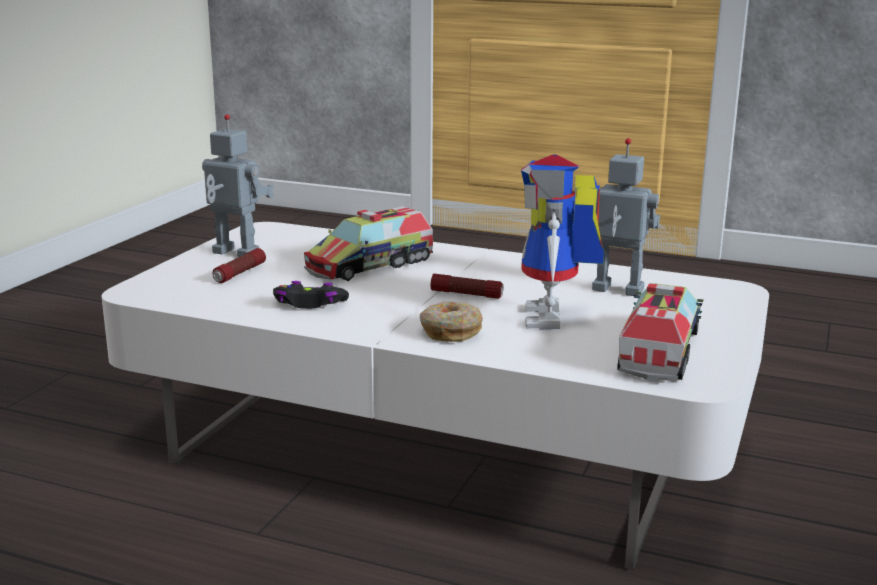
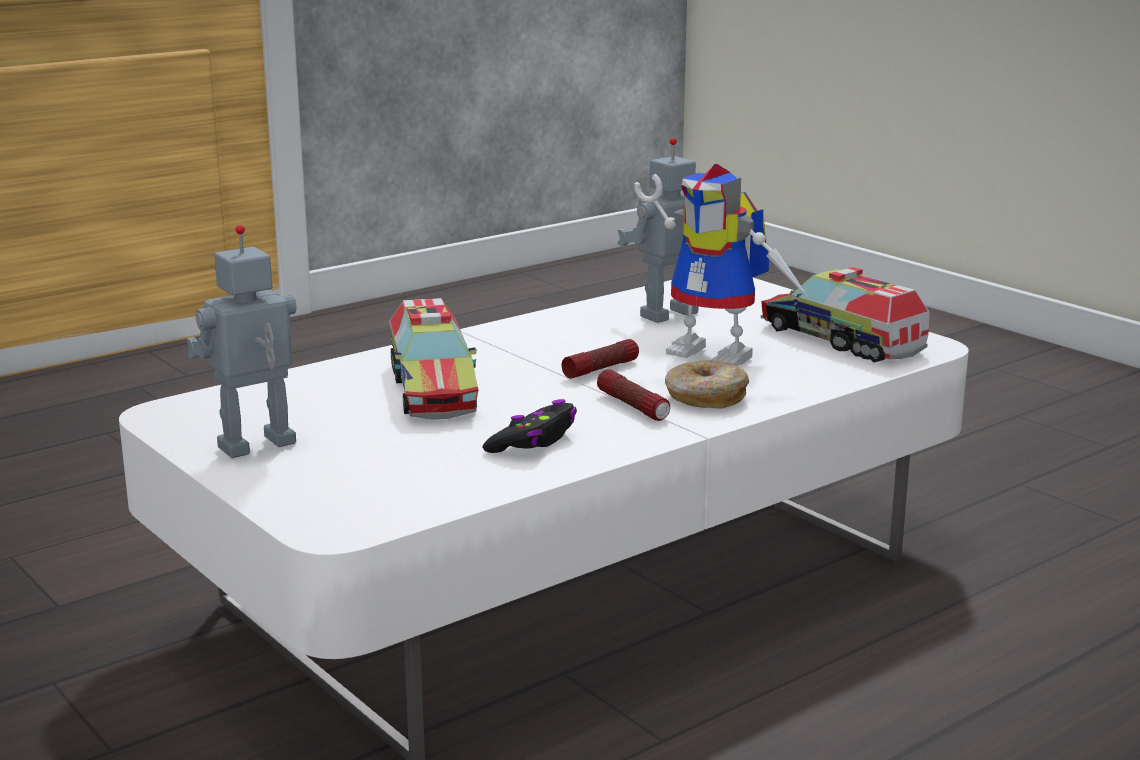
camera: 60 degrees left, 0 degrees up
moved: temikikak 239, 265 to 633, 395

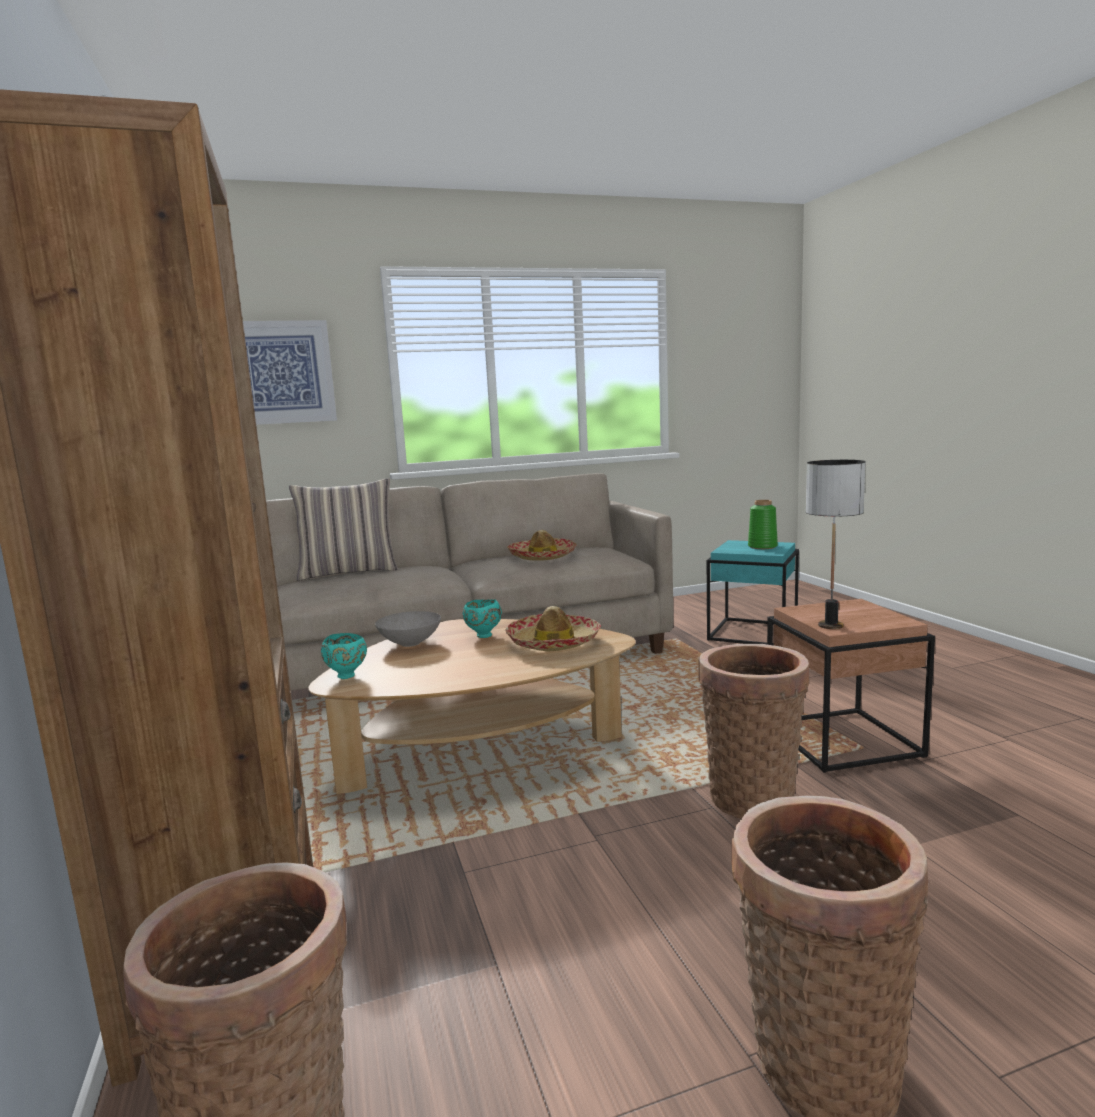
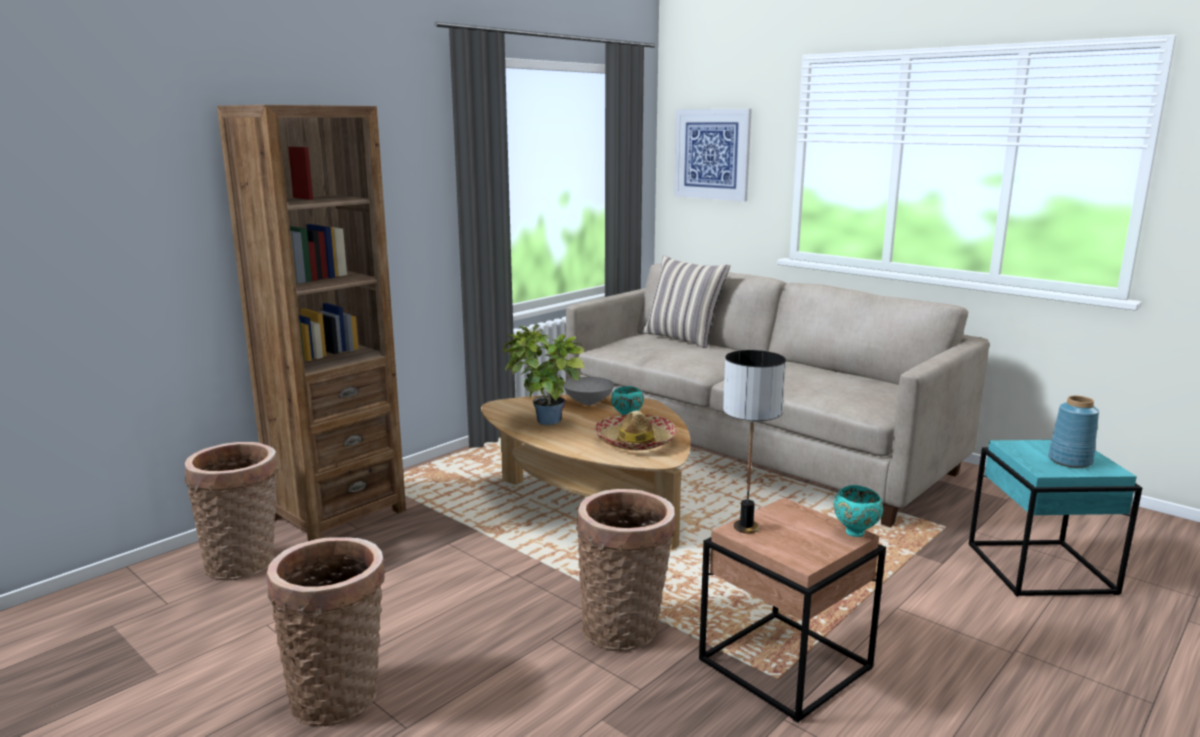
camera: 60 degrees right, 5 degrees up
removed: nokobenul 542, 545
added: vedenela 544, 375
moved: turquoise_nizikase 344, 656 to 858, 511
recoloured: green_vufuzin 763, 524 to blue_vufuzin 1073, 432

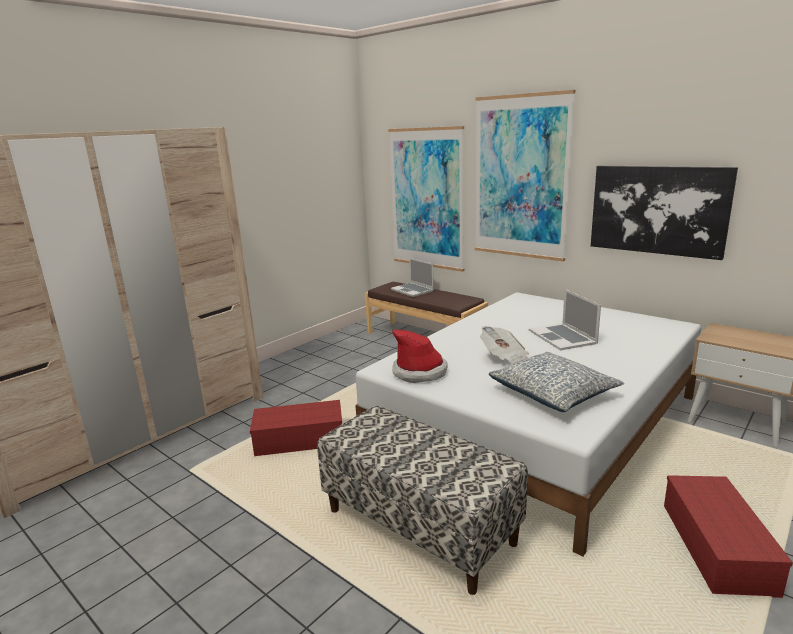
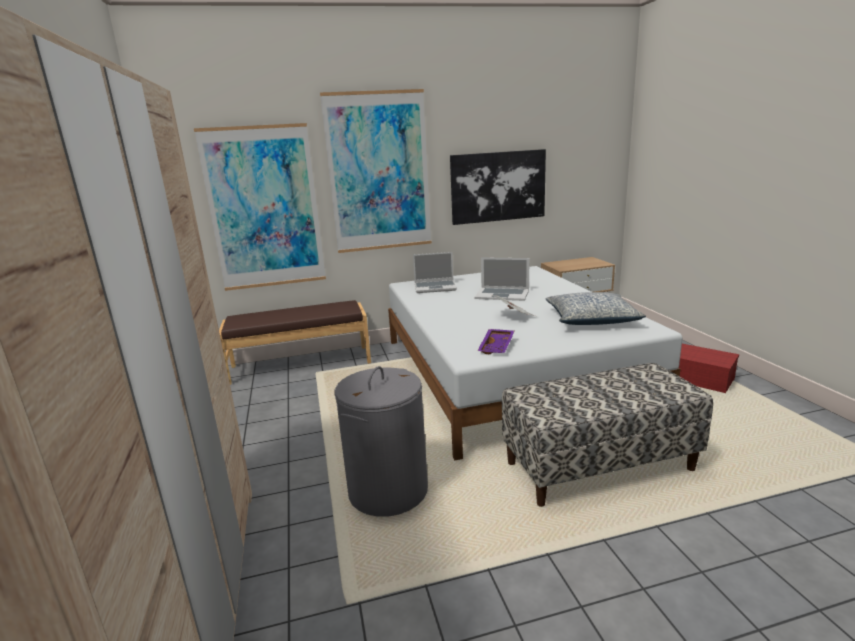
camera: 55 degrees left, 0 degrees up
moved: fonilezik 412, 277 to 435, 272
replaced: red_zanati 296, 428 to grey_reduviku 381, 441; nokobenul 420, 356 to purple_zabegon 495, 341

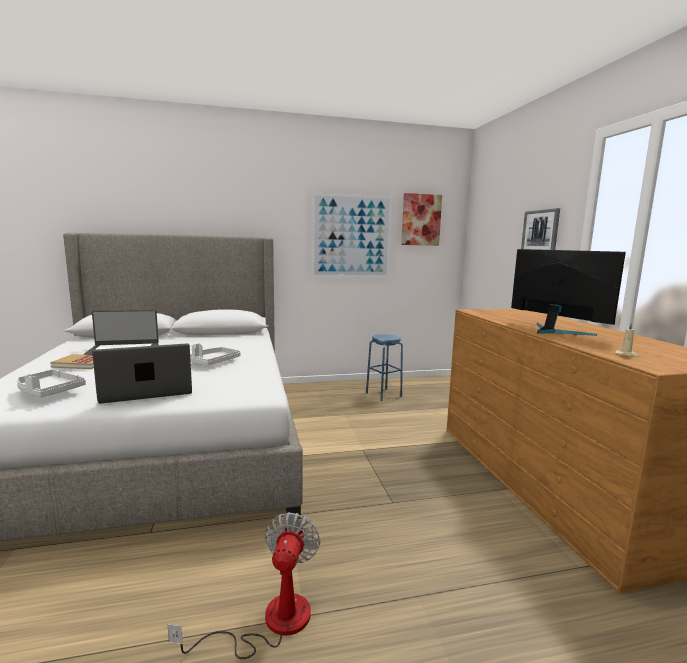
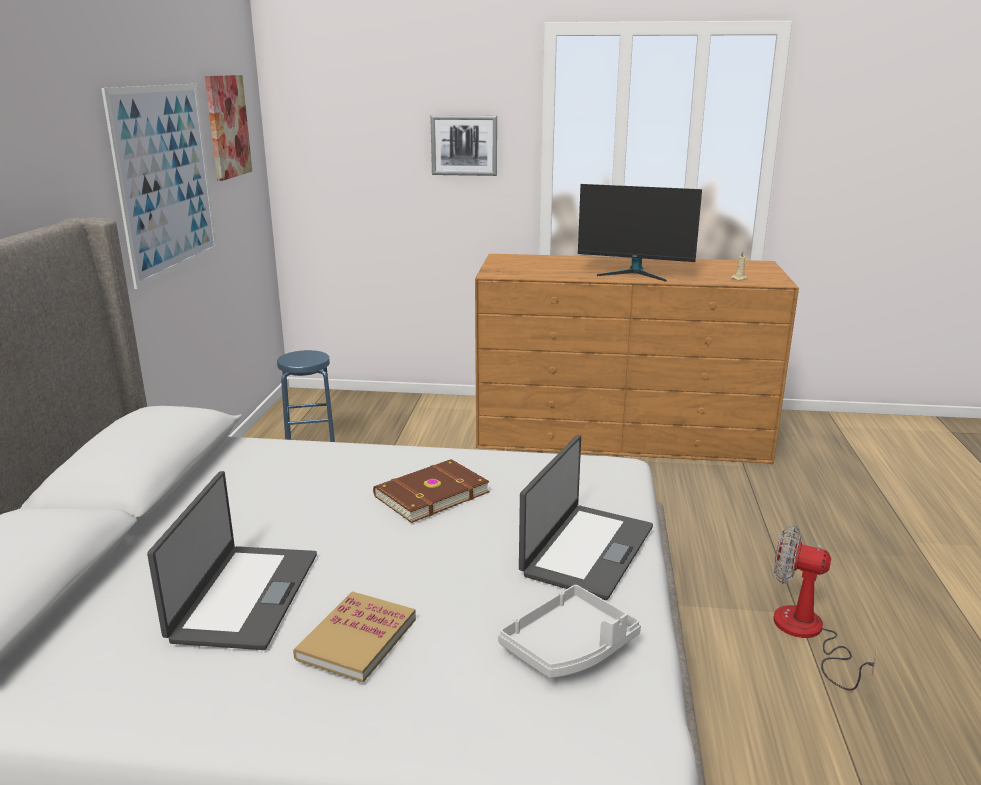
camera: 70 degrees left, 10 degrees up
replaced: grey_zabegon 215, 354 to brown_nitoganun 431, 491
turned: fonilezik 142, 373 = 586, 517 150 degrees counterclockwise; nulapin 568, 292 = 640, 233 150 degrees counterclockwise

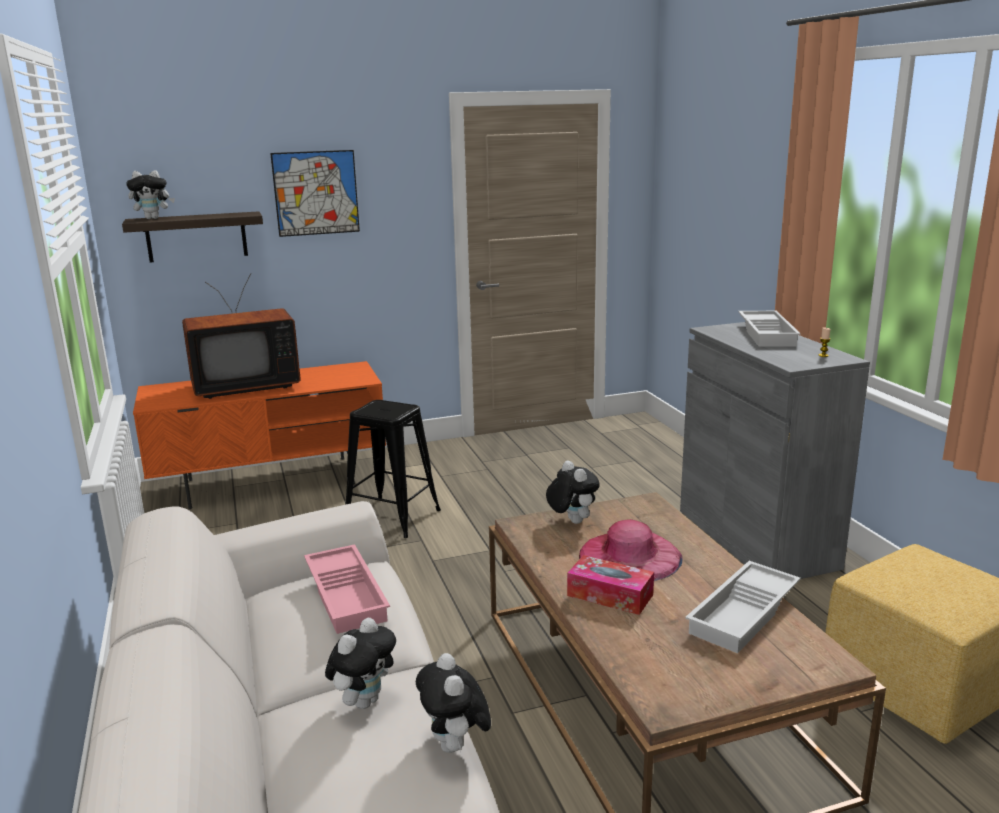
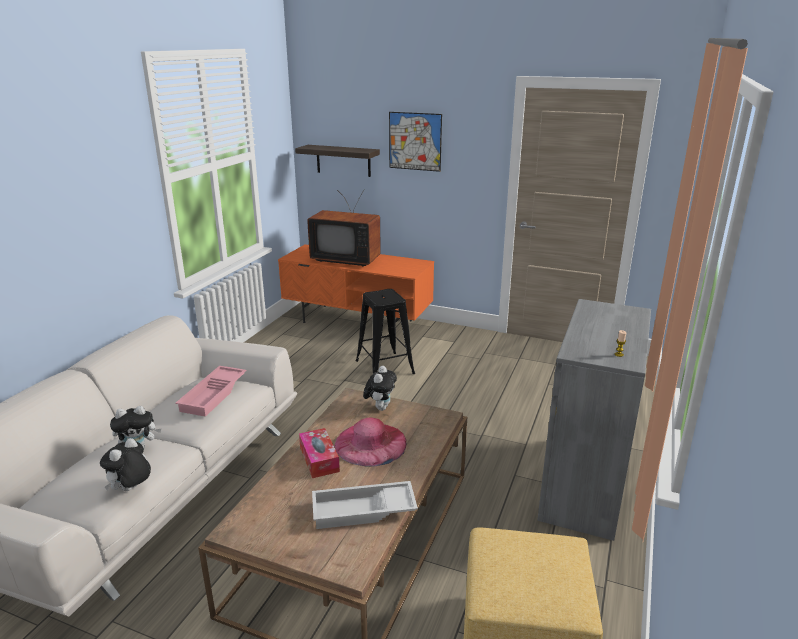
camera: 40 degrees right, 5 degrees up
removed: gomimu 150, 194; white_zabegon 769, 329

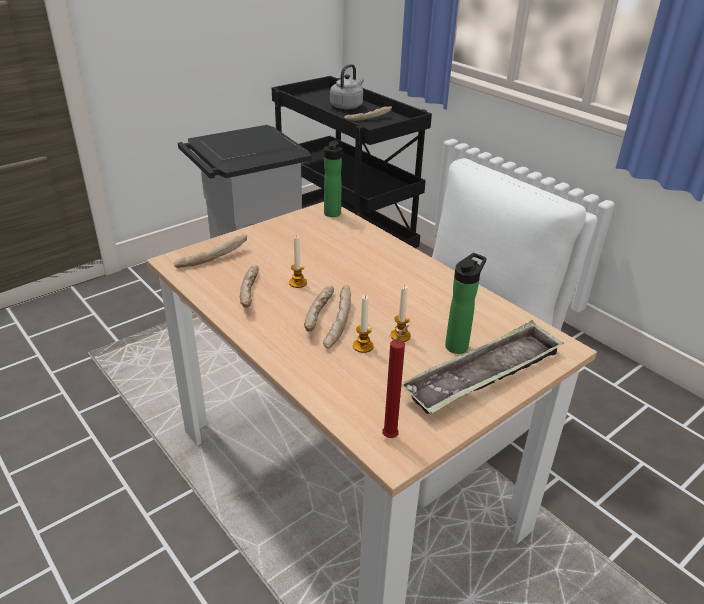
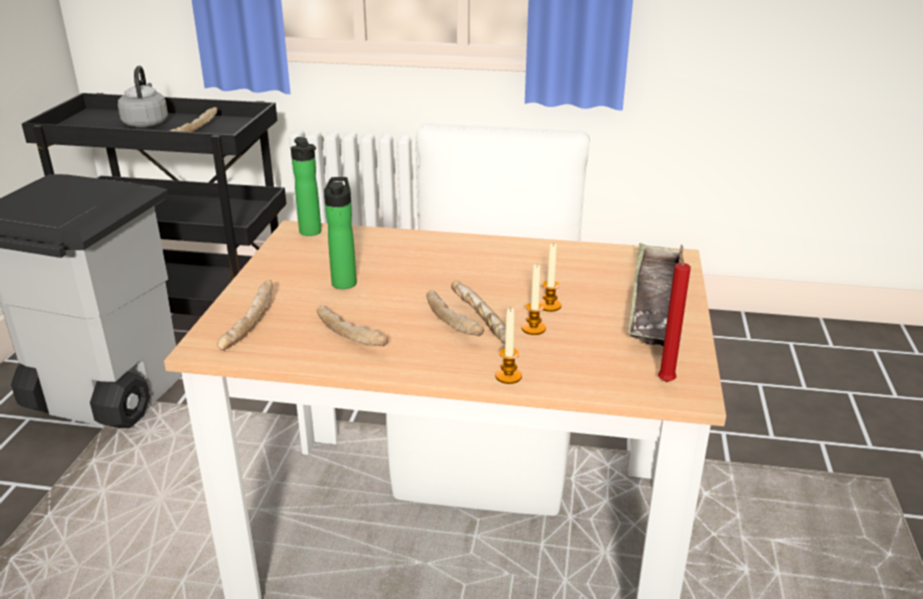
camera: 40 degrees left, 5 degrees down
moved: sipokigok 298, 261 to 508, 346; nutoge 466, 303 to 340, 233

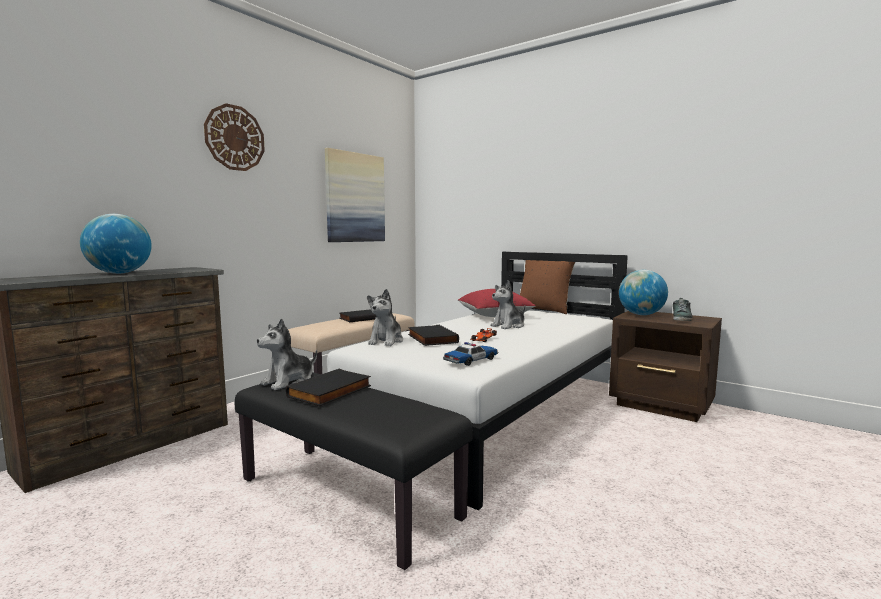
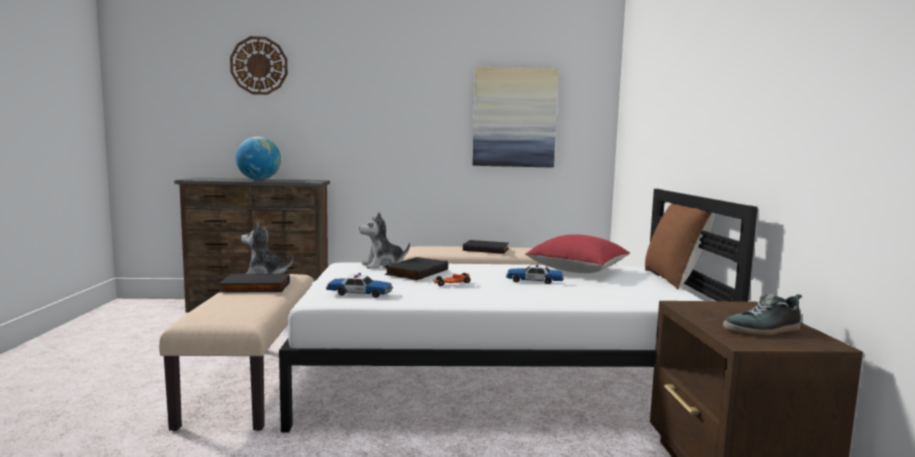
camera: 50 degrees right, 0 degrees up
removed: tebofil 643, 292
moved: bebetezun 234, 137 to 259, 65
replaced: gomimu 508, 304 to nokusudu 535, 273
recoloured: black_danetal 354, 471 to beige_danetal 236, 352

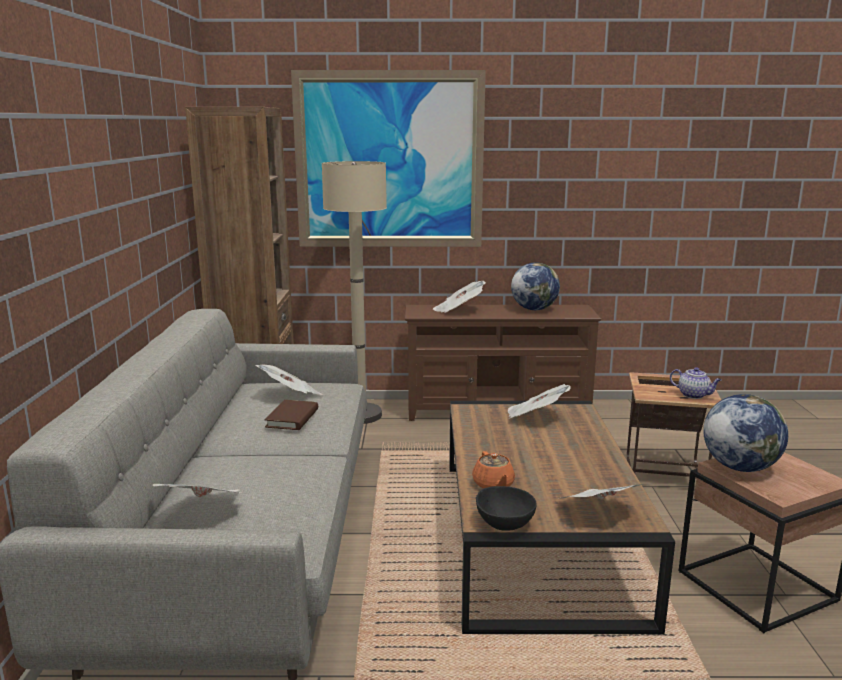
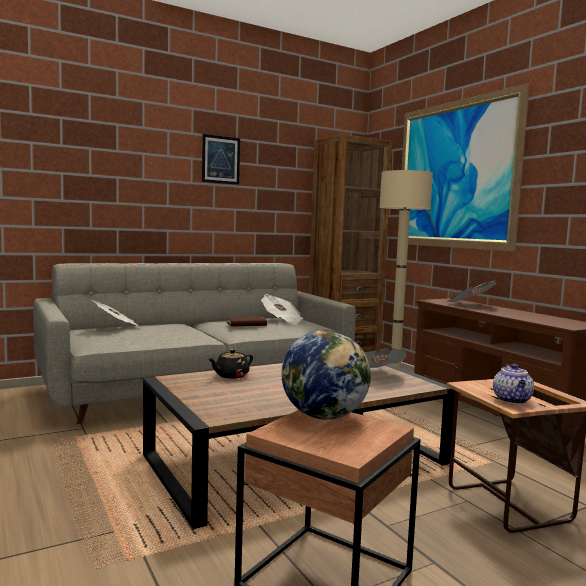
camera: 60 degrees right, 10 degrees down
removed: black_nizikase 506, 508; tebofil 535, 286; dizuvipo 603, 492
added: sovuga 221, 159
recoloured: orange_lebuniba 493, 470 to black_lebuniba 230, 364

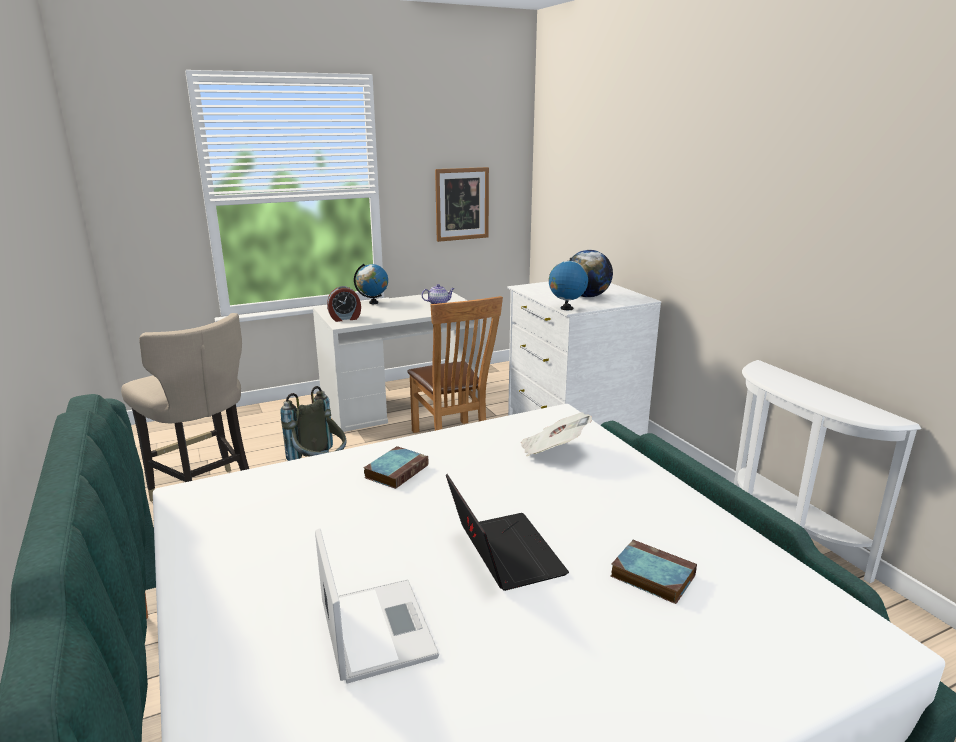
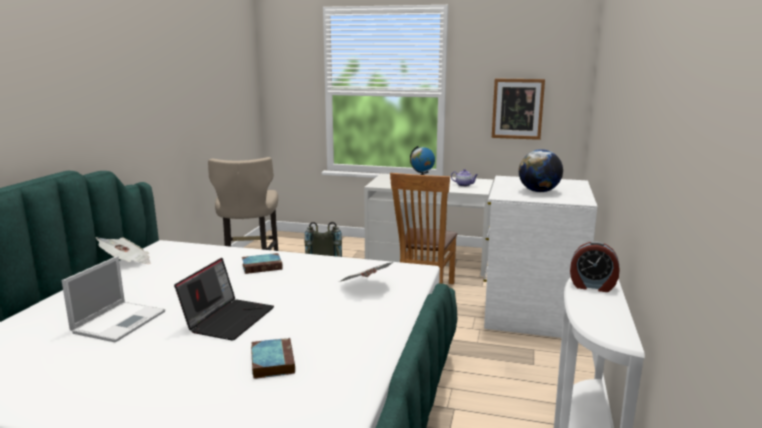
camera: 40 degrees right, 5 degrees down
removed: tebofil 568, 284
added: dizuvipo 123, 250
moved: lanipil 344, 304 to 595, 266

